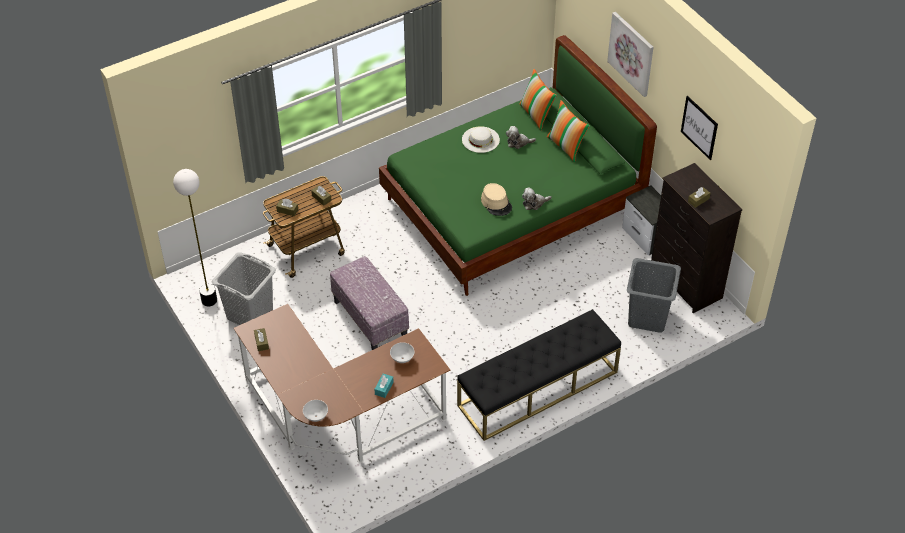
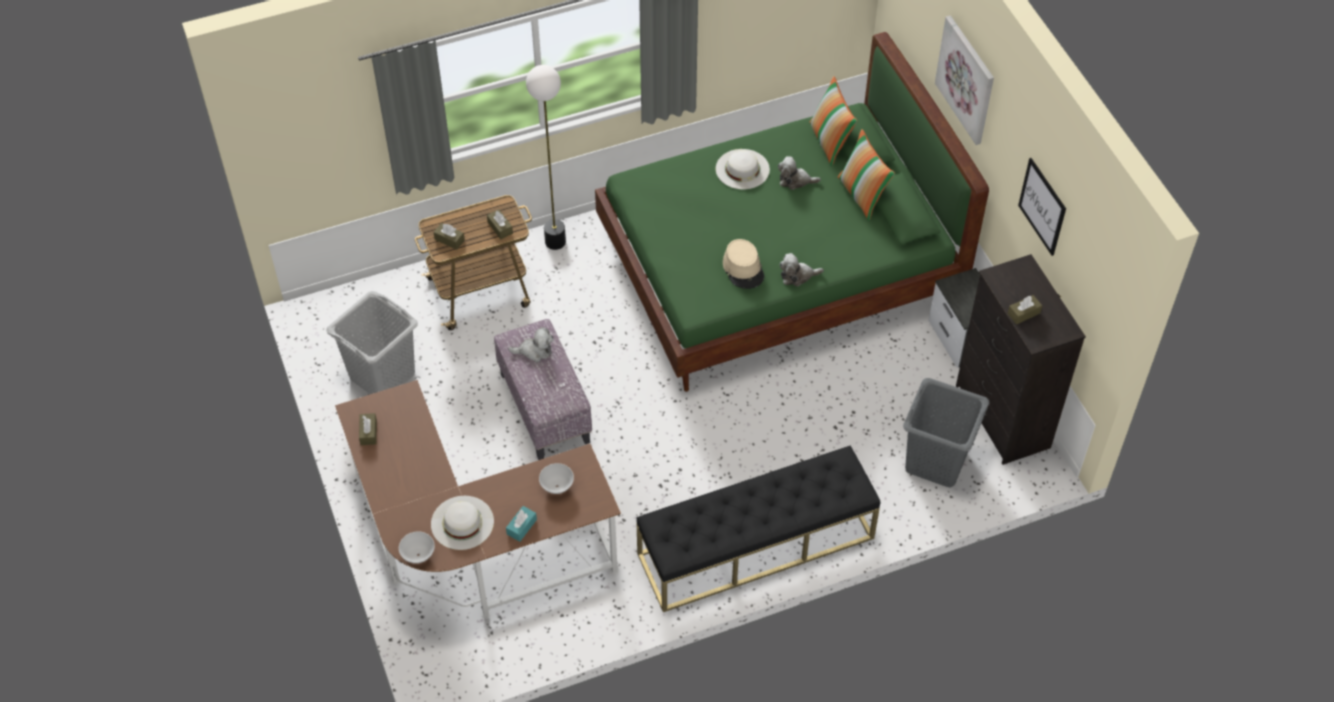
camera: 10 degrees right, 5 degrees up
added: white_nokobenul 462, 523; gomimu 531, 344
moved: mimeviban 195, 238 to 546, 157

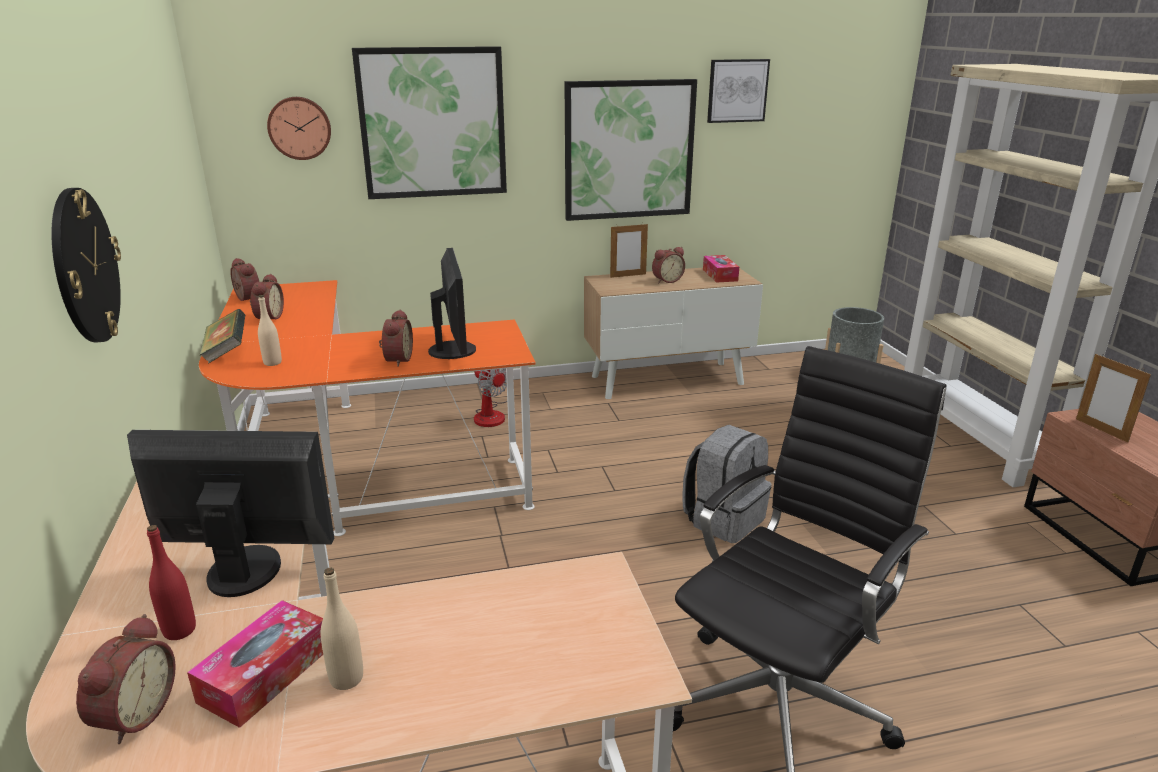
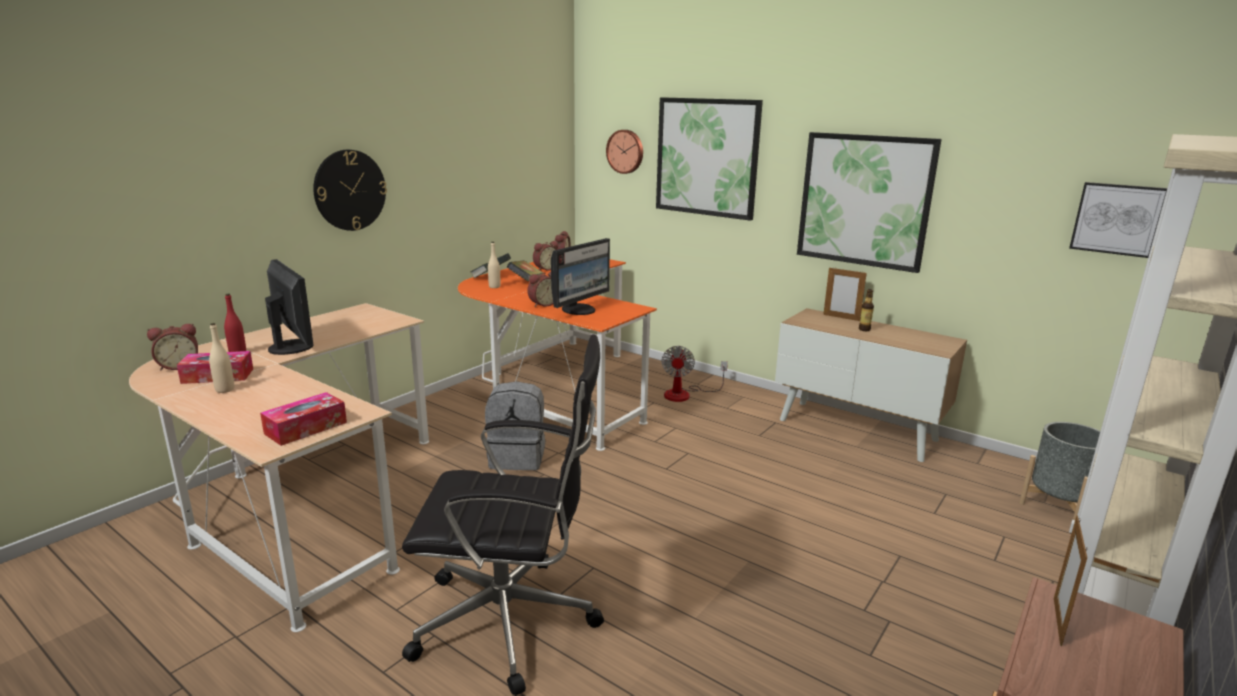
camera: 50 degrees right, 5 degrees down
added: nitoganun 525, 270
moved: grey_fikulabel 727, 484 to 515, 425; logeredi 721, 269 to 303, 419; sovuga 738, 91 to 1118, 220
replaced: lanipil 668, 265 to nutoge 866, 310

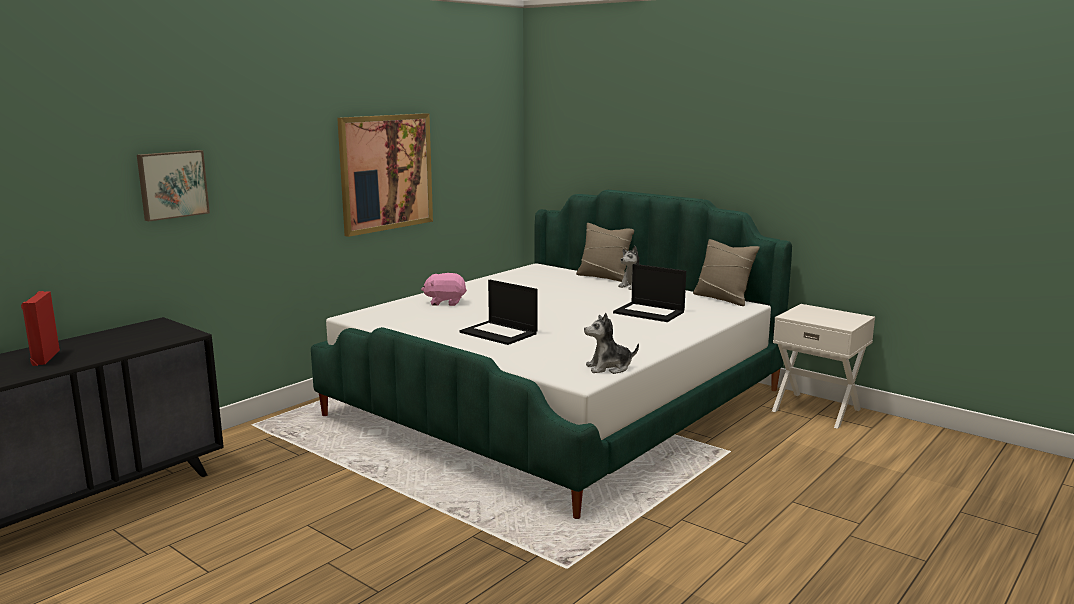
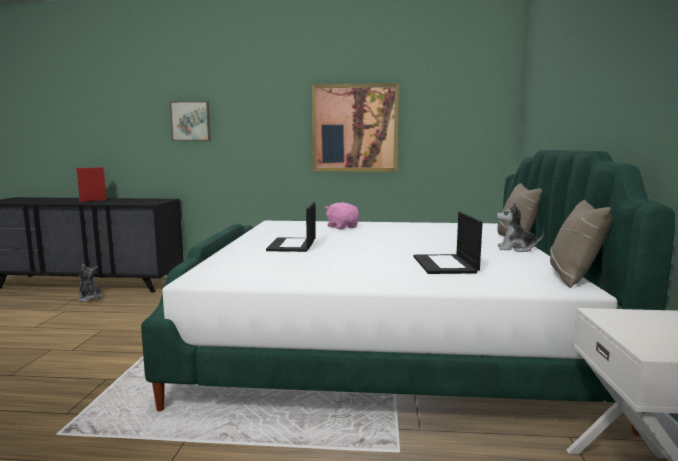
camera: 55 degrees right, 5 degrees down
moved: gomimu 611, 343 to 90, 283

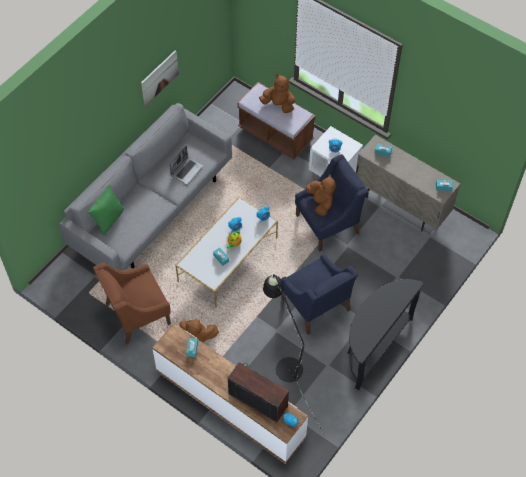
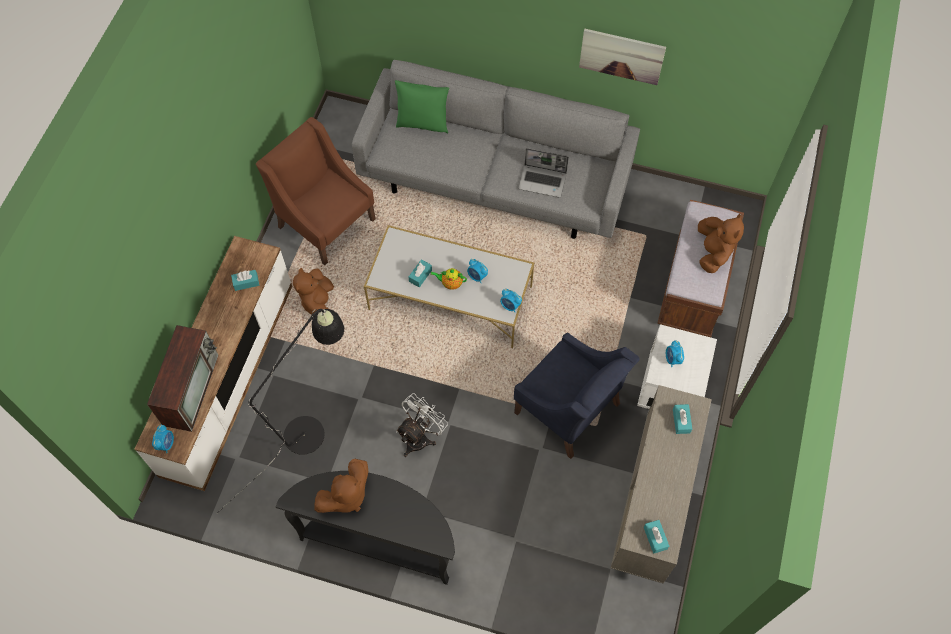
camera: 70 degrees right, 5 degrees up
moved: brown_gomimu 320, 195 to 341, 486
replaced: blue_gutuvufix 319, 294 to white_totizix 422, 425

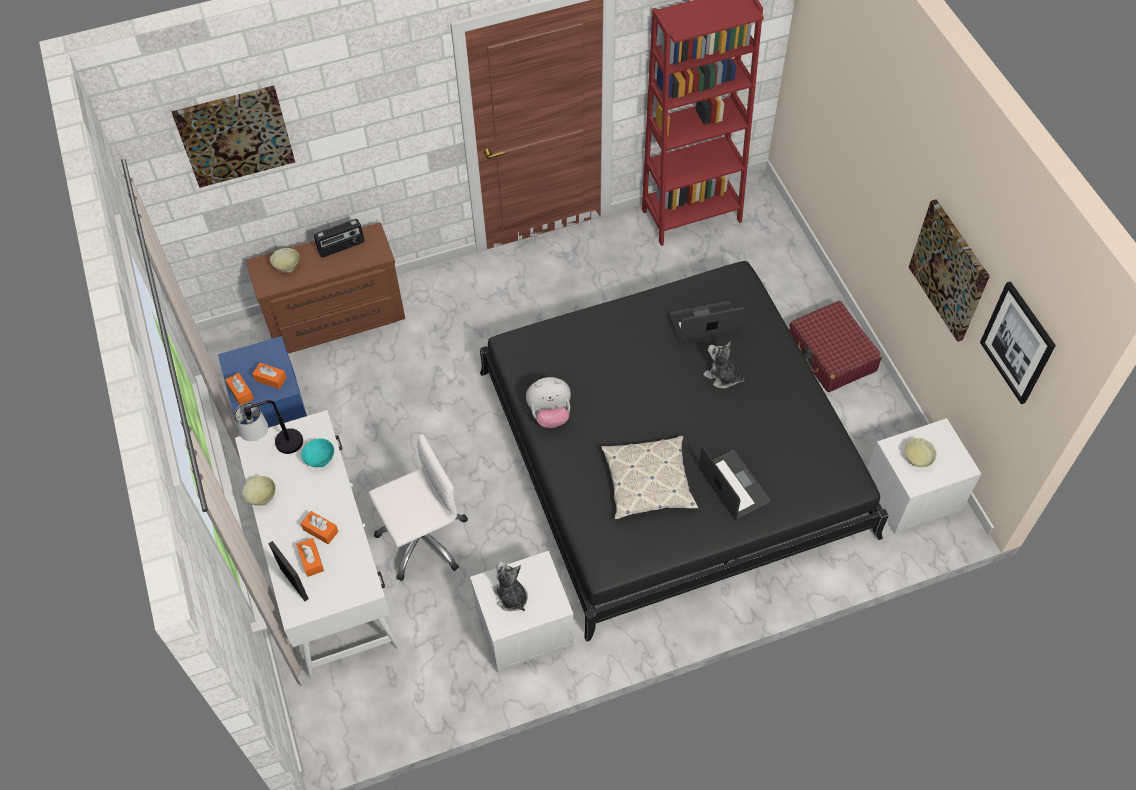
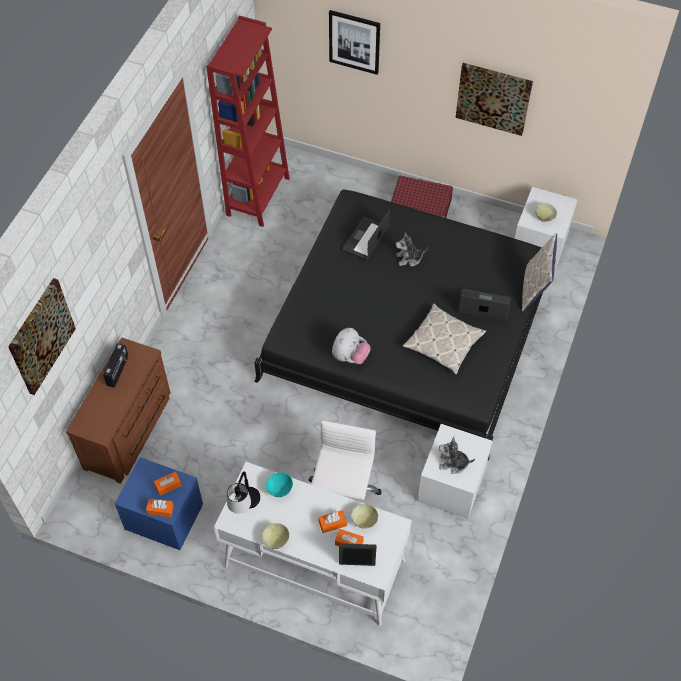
camera: 50 degrees left, 0 degrees up
added: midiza 539, 272
moved: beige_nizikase 284, 260 to 364, 516; sovuga 1018, 342 to 354, 42

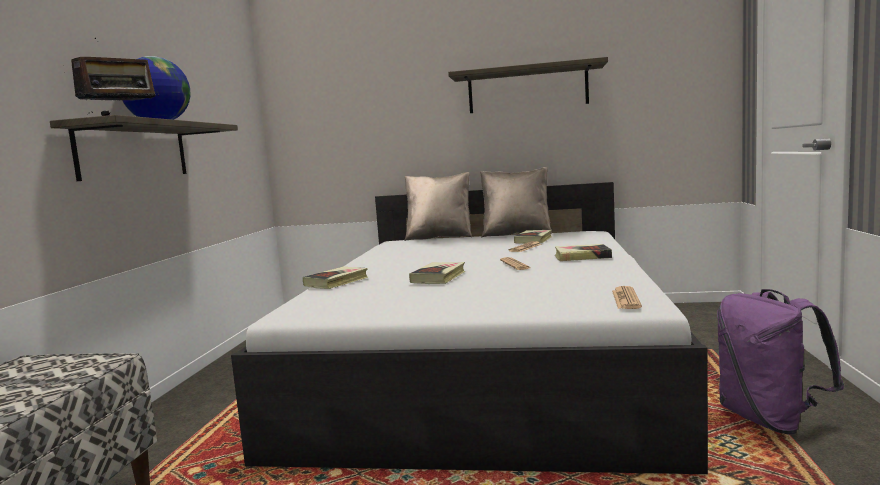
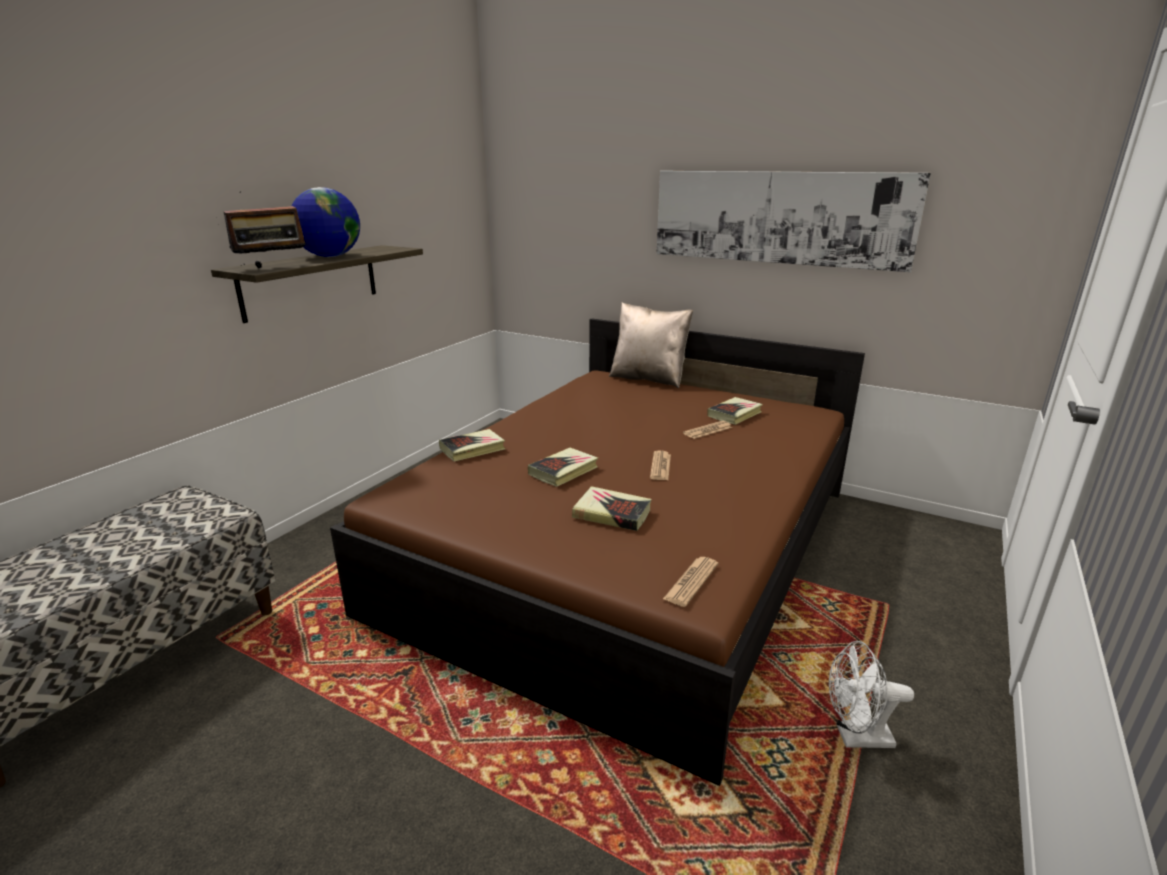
camera: 20 degrees right, 15 degrees up
removed: beige_midiza 516, 202
moved: nitoganun 583, 252 to 611, 508
replaced: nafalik 528, 85 to sovuga 793, 221; purple_fikulabel 780, 361 to white_totizix 871, 694
recoloured: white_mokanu 469, 328 to brown_mokanu 597, 552

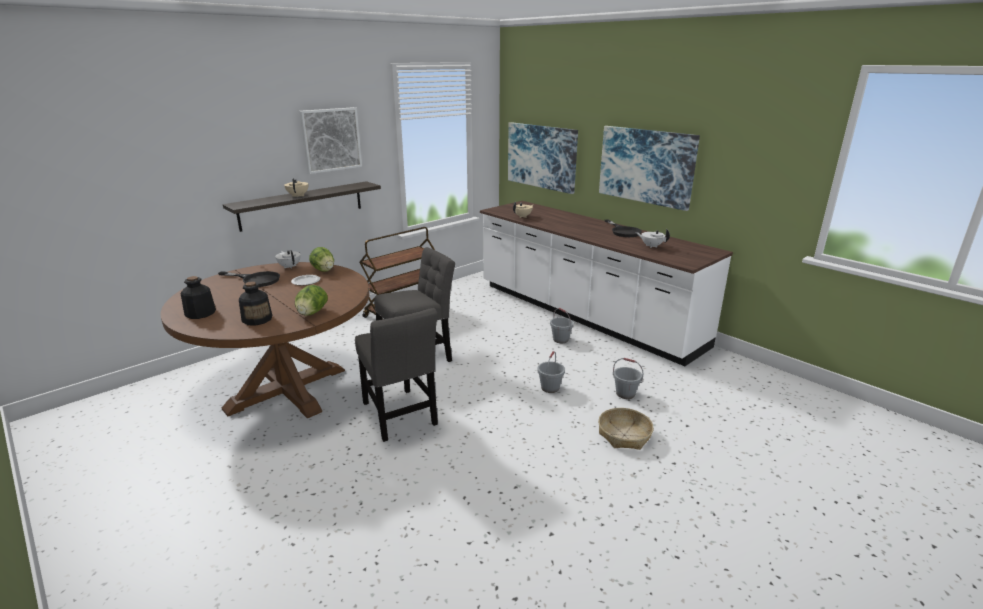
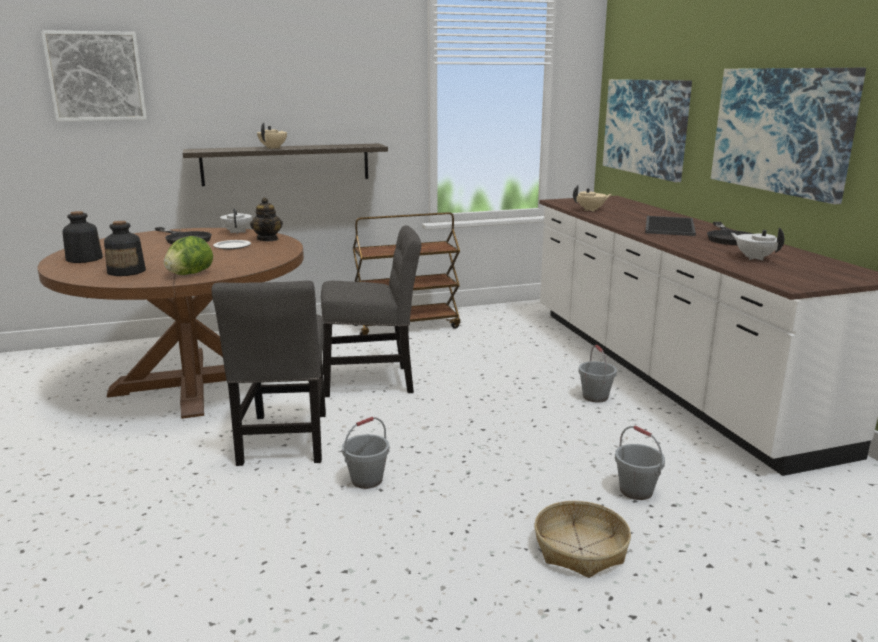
camera: 25 degrees right, 5 degrees down
added: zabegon 670, 226
moved: sovuga 330, 140 to 94, 75; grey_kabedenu 551, 372 to 365, 453
replaced: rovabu 321, 259 to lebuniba 266, 219

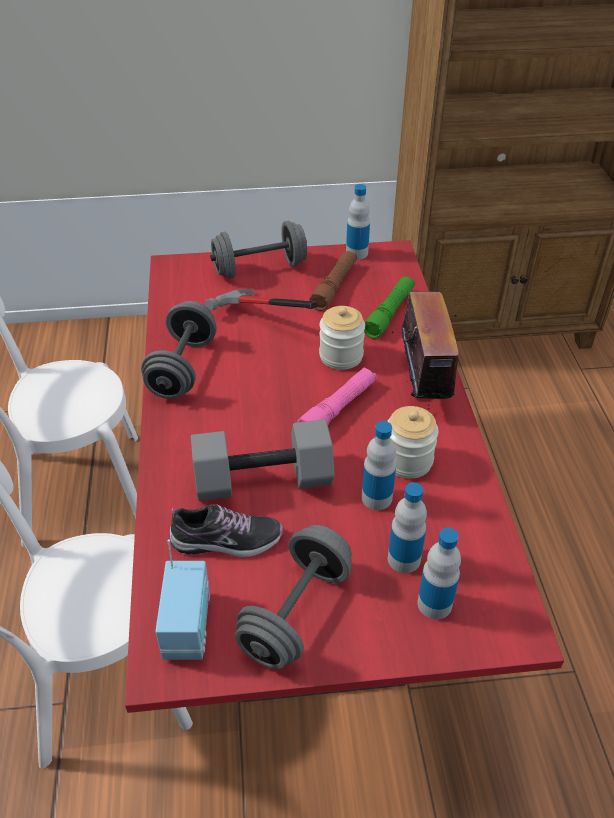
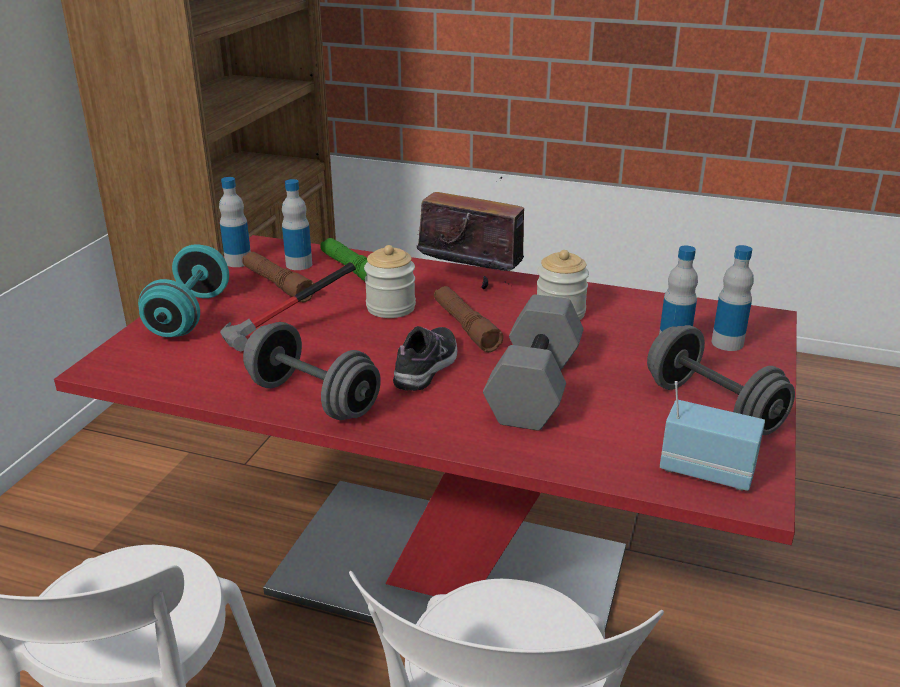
camera: 65 degrees left, 15 degrees down
moved: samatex 226, 530 to 425, 358; nutoge 379, 465 to 297, 224
recoloured: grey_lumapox 258, 250 to turquoise_lumapox 183, 290; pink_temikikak 337, 396 to brown_temikikak 468, 319

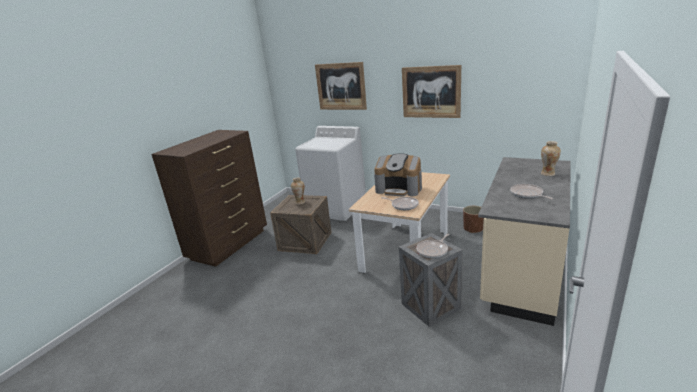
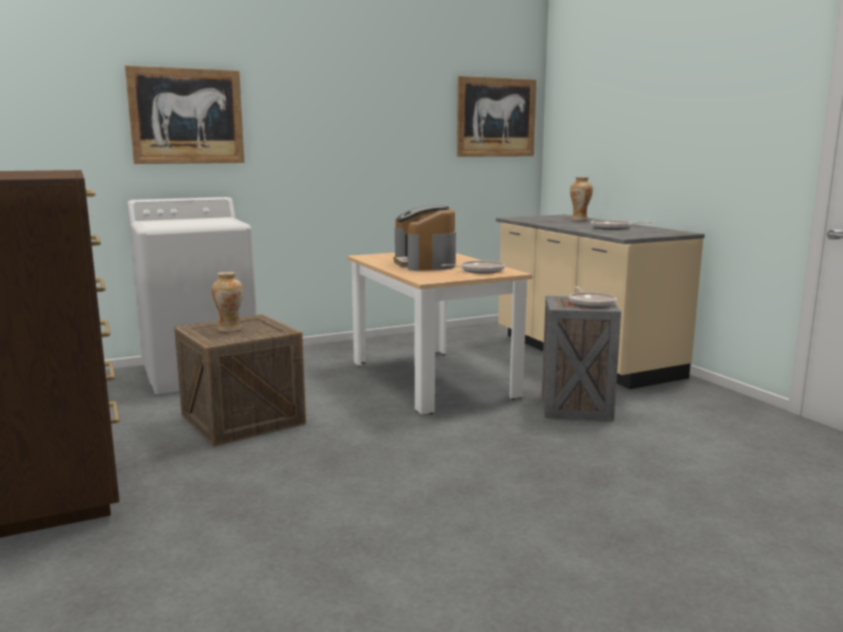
camera: 55 degrees left, 10 degrees down
removed: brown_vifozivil 473, 219
moved: sovuga 431, 91 to 497, 116
turned: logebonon 398, 175 = 424, 238 105 degrees clockwise

